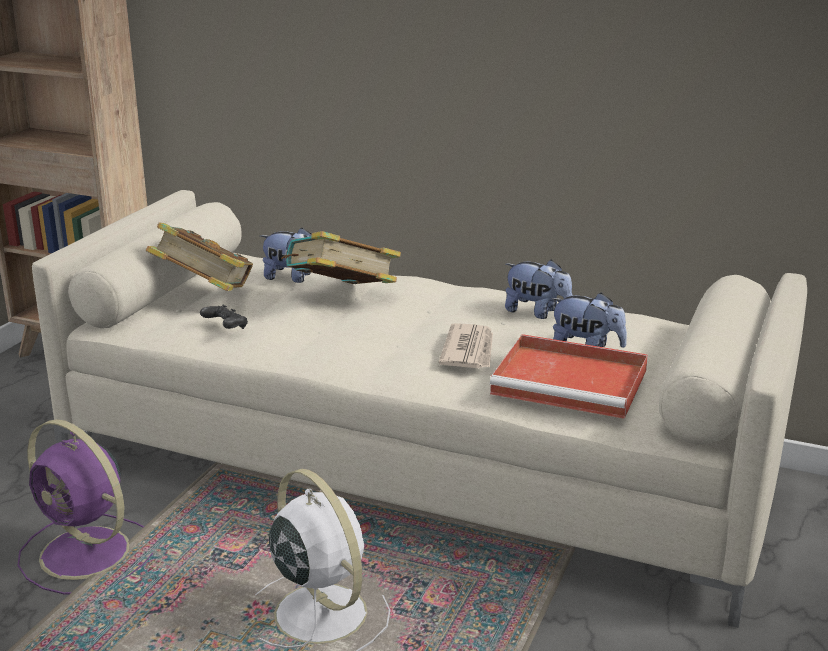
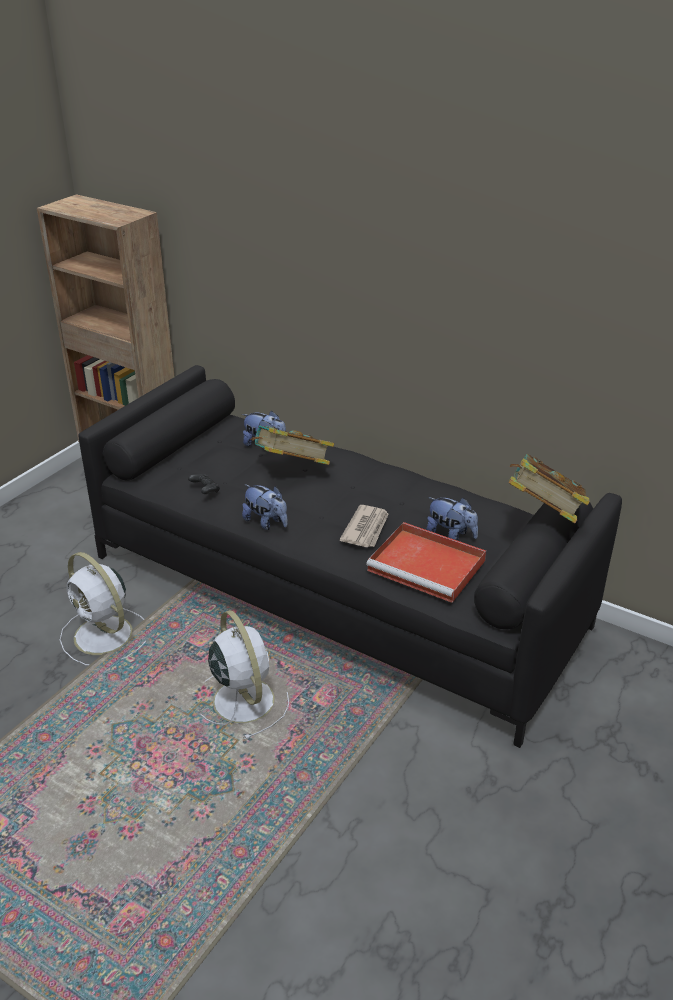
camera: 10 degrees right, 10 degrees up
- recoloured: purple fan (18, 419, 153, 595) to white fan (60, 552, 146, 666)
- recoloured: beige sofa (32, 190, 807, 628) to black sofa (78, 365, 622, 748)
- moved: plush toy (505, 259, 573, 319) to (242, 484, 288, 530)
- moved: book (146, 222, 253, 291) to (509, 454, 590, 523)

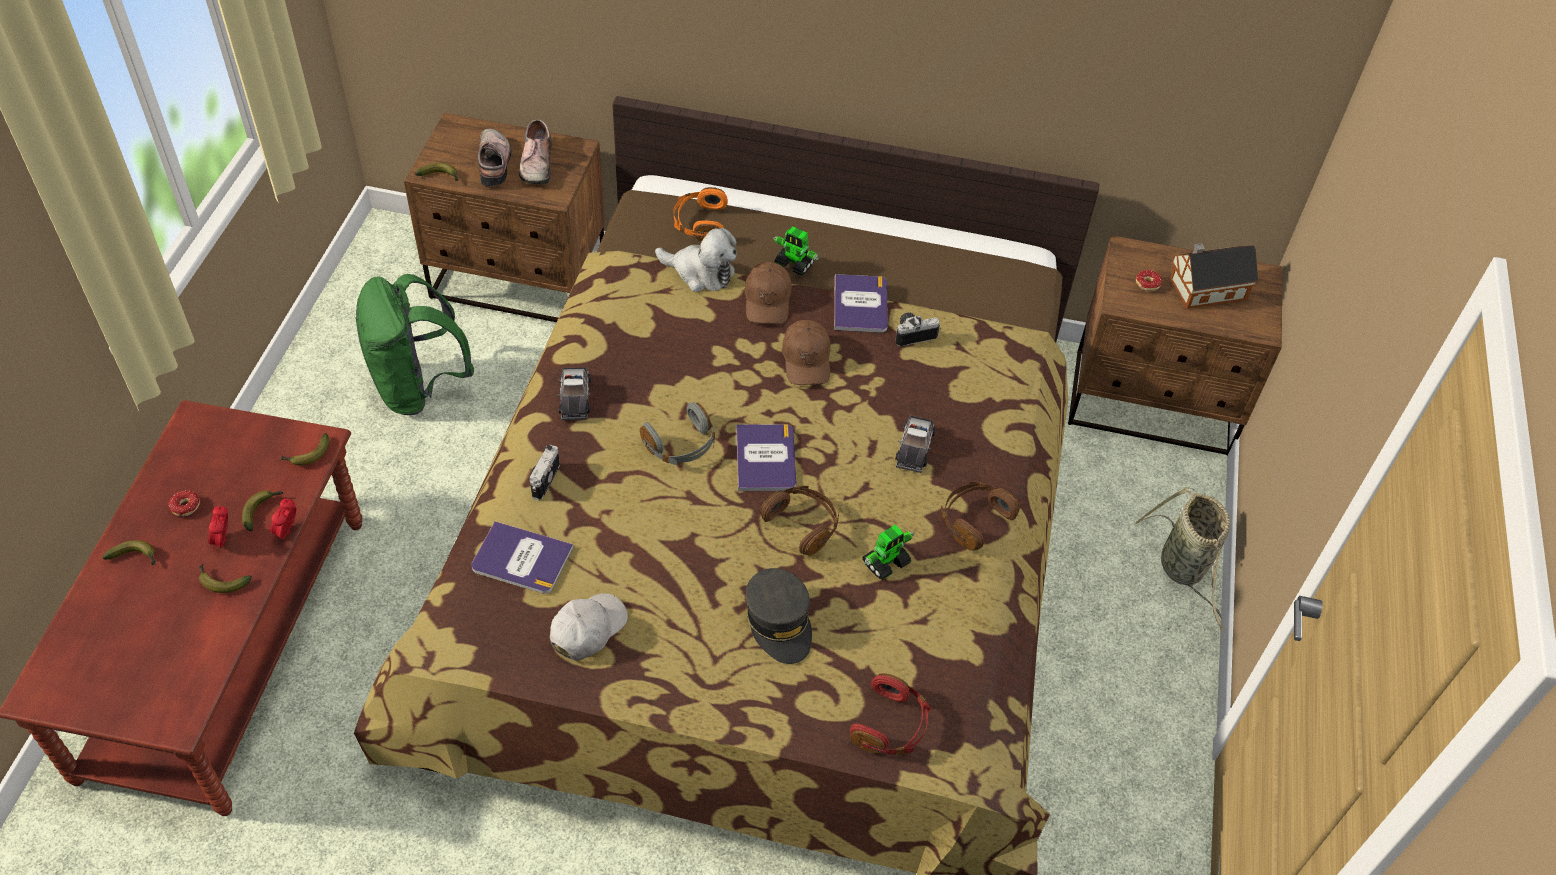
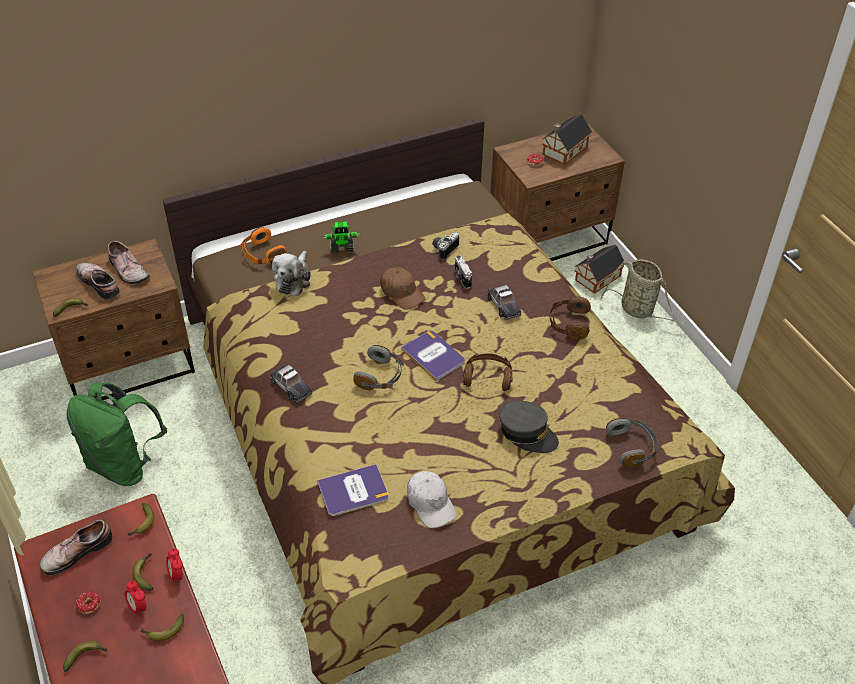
camera: 35 degrees left, 5 degrees down
- added: shoe (40, 520, 112, 575)
- turned: plush toy (655, 228, 737, 292) = (272, 251, 311, 296) 120 degrees clockwise
- turned: white cap (550, 593, 628, 660) = (407, 471, 456, 528) 150 degrees clockwise
- moved: photo camera (529, 445, 560, 501) to (455, 255, 472, 289)
- added: toy house (574, 245, 625, 294)
- recoloured: red headphones (850, 673, 931, 755) to grey headphones (606, 417, 659, 468)
- removed: brown cap (744, 262, 792, 324)
- removed: book (834, 274, 888, 333)
- removed: toy robot (862, 525, 914, 580)

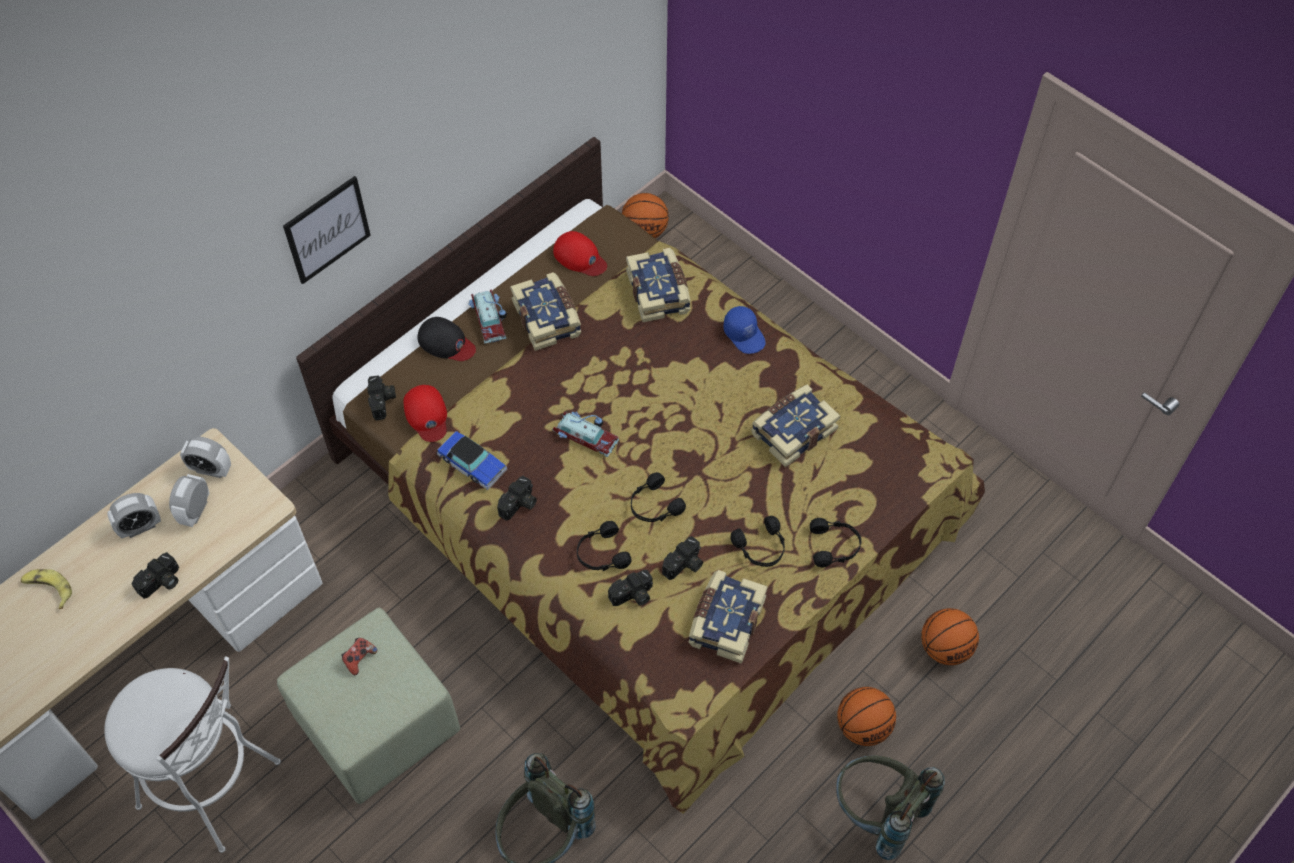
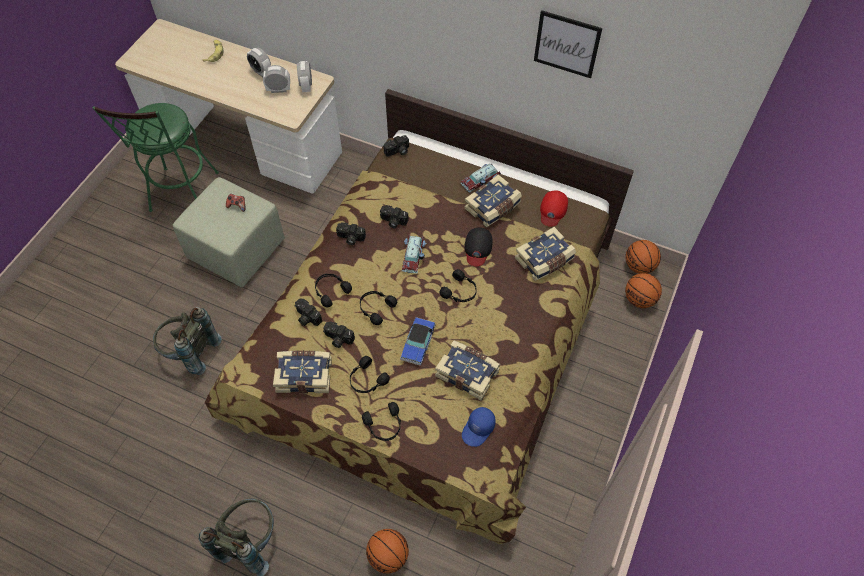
camera: 70 degrees right, 0 degrees up
- recoloured: white stool (104, 656, 281, 853) to green stool (93, 103, 219, 212)
- moved: photo camera (132, 552, 179, 599) to (380, 205, 409, 228)
- moved: toy car (437, 431, 507, 490) to (400, 317, 435, 366)
- added: black headphones (439, 269, 477, 302)
- moved: blue cap (723, 306, 766, 354) to (462, 407, 496, 447)
- moved: black cap (417, 317, 476, 361) to (464, 227, 492, 266)
- moved: picture (283, 176, 371, 284) to (534, 10, 602, 78)
- moved: basketball (837, 687, 896, 746) to (625, 273, 662, 308)
- removed: red cap (404, 385, 447, 442)

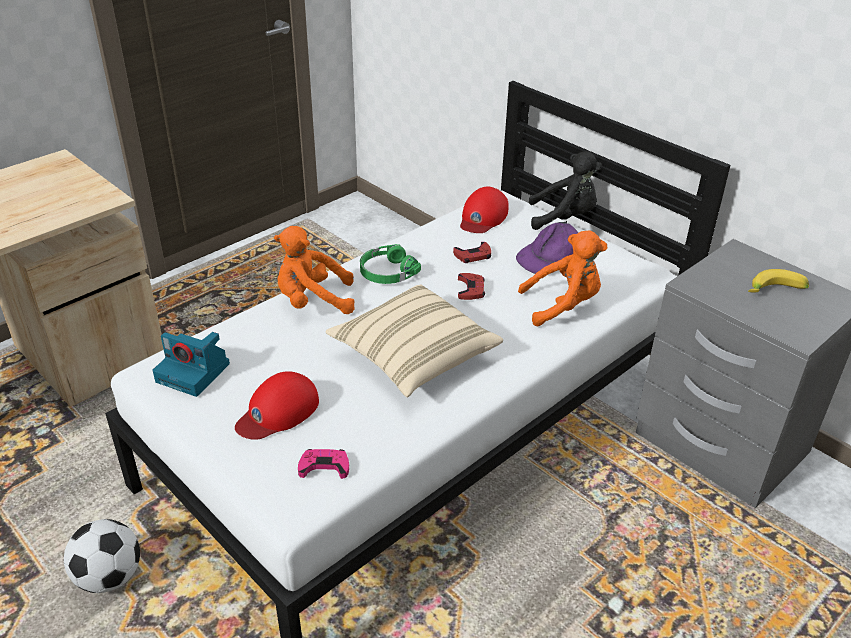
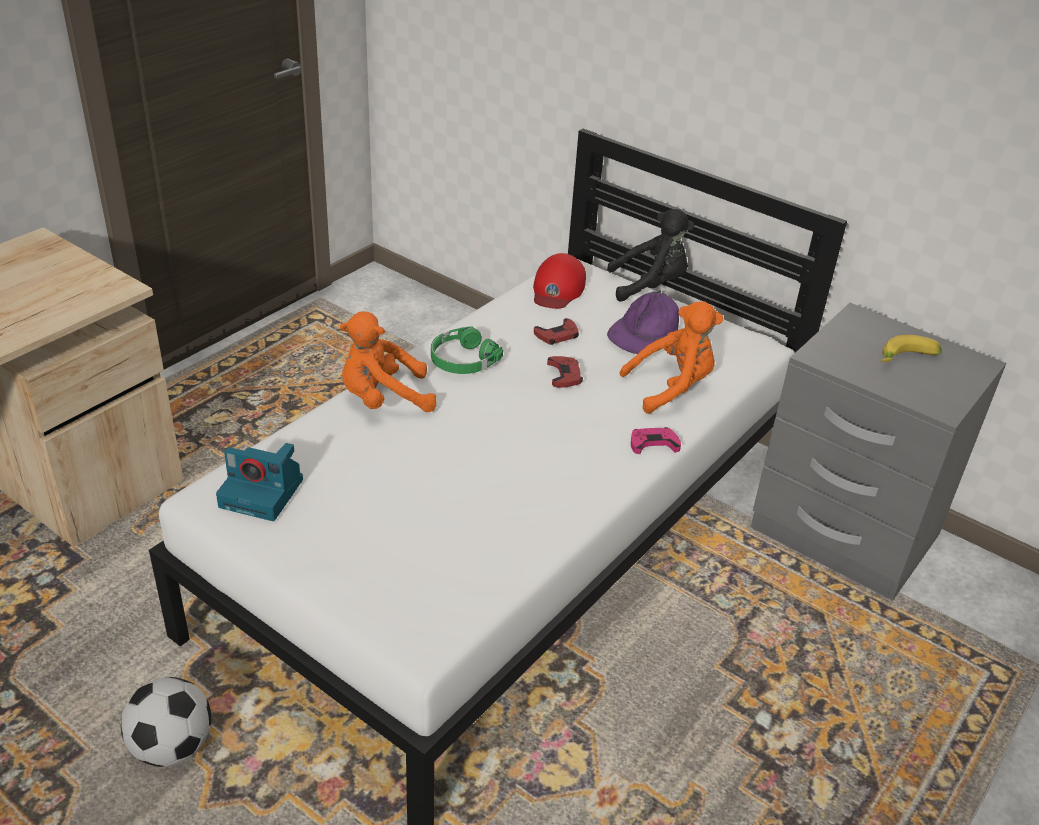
camera: 10 degrees left, 0 degrees up
- moved: pink game controller (298, 449, 349, 479) to (631, 427, 681, 454)
- removed: red cap (235, 371, 319, 440)
- removed: beige pillow (325, 284, 503, 397)

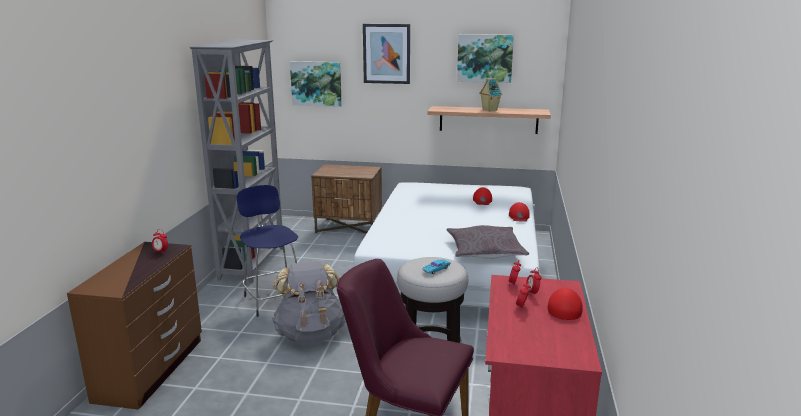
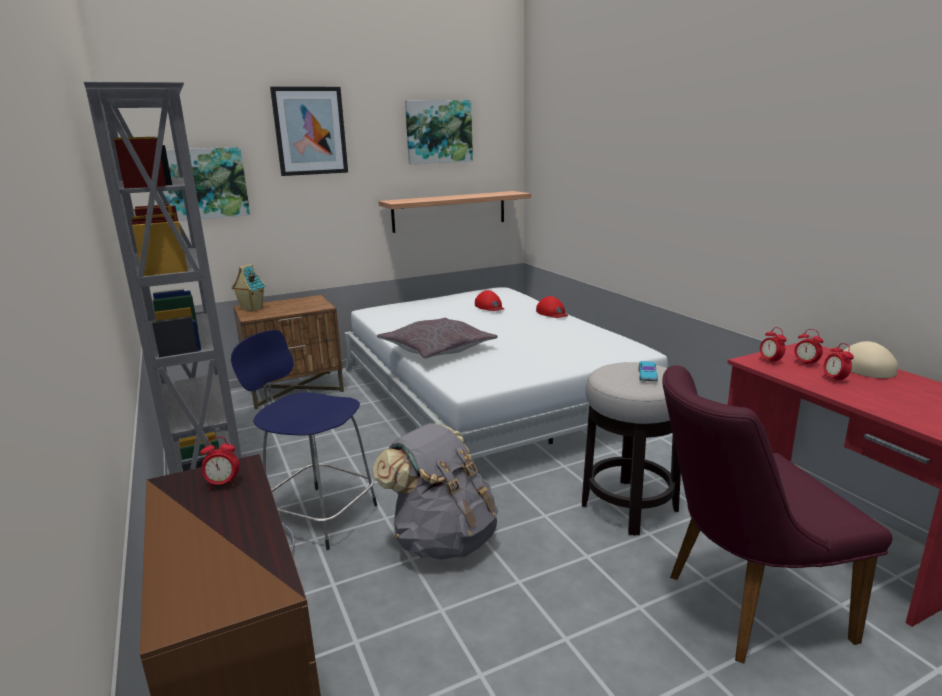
camera: 35 degrees left, 0 degrees up
- moved: toy house (479, 78, 502, 111) to (232, 264, 266, 312)
- moved: grey pillow (447, 225, 529, 259) to (377, 318, 498, 359)
- recoloured: red cap (547, 288, 583, 320) to beige cap (828, 341, 898, 378)

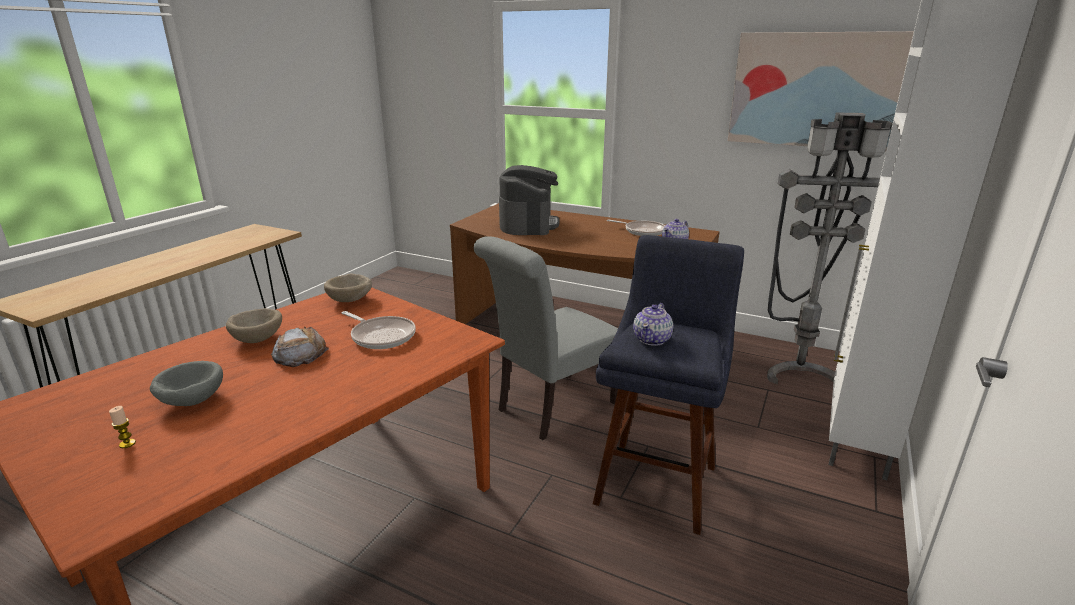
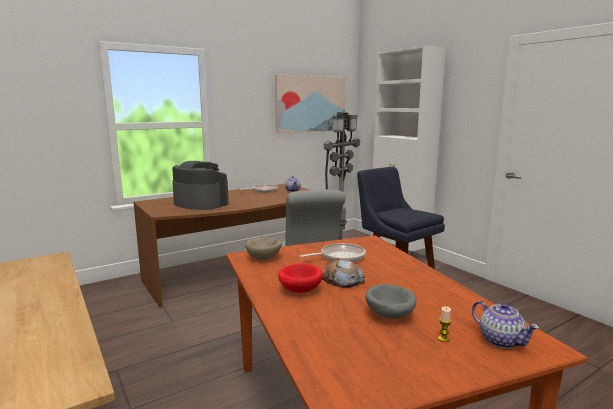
camera: 60 degrees left, 10 degrees down
- recoloured: beige bowl (226, 308, 282, 343) to red bowl (278, 263, 323, 293)
- moved: teapot (633, 303, 673, 346) to (472, 301, 539, 349)

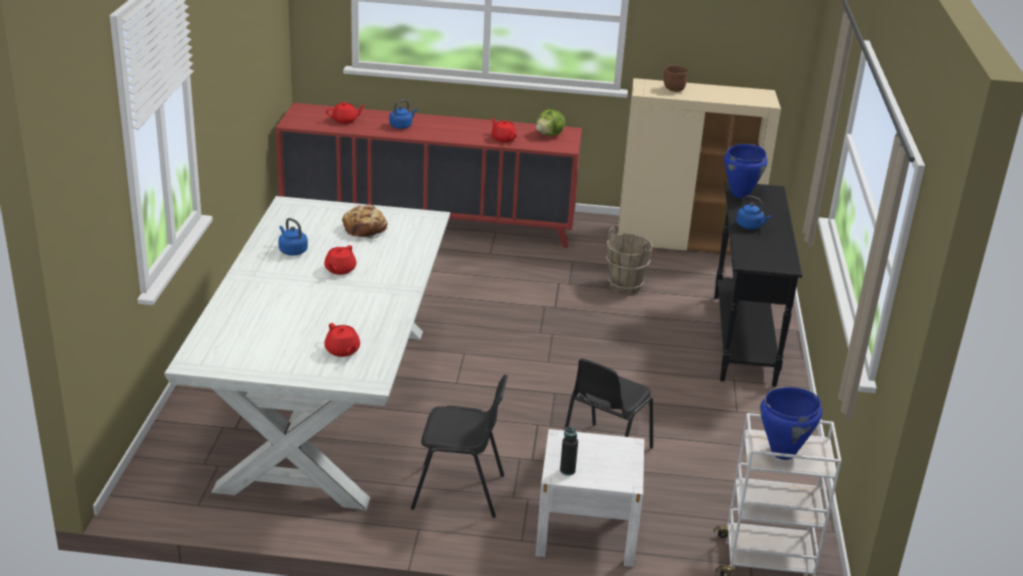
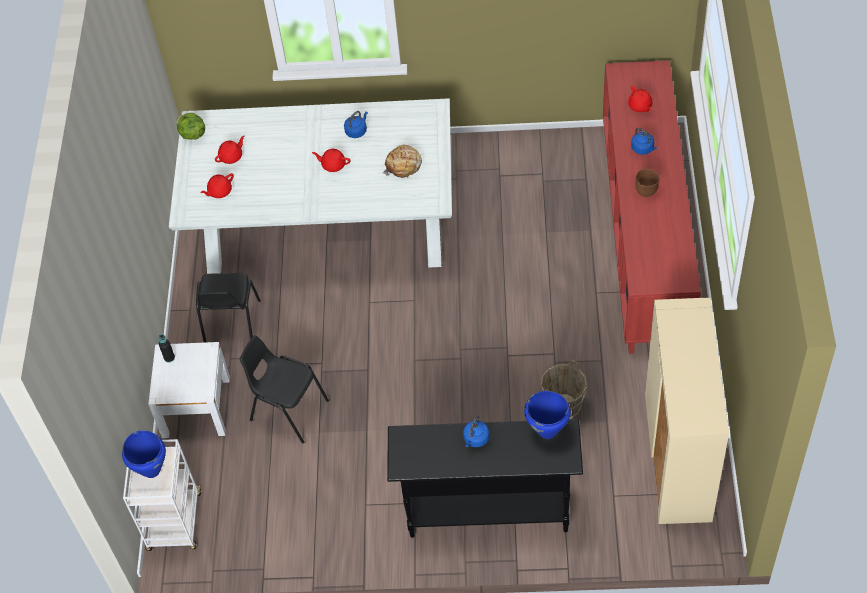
camera: 90 degrees right, 25 degrees up
- moved: lettuce (536, 109, 565, 136) to (176, 113, 205, 140)
- moved: red teapot (491, 118, 517, 142) to (215, 136, 244, 164)
- moved: brown bowl (664, 65, 688, 92) to (636, 169, 659, 197)

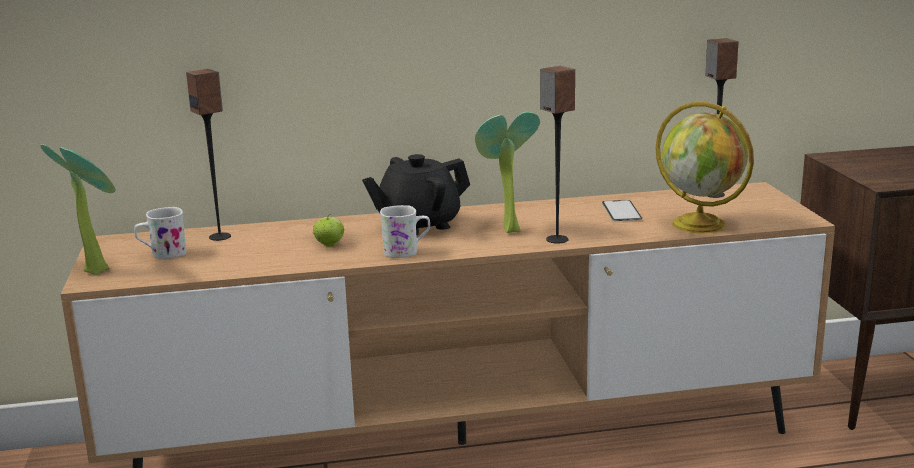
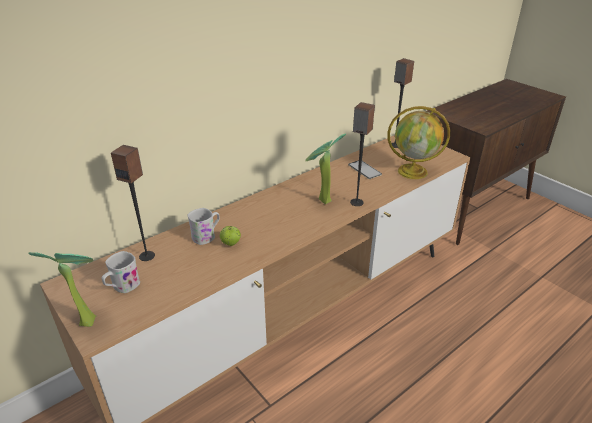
camera: 30 degrees left, 15 degrees up
- moved: white mug (380, 205, 430, 258) to (188, 208, 220, 245)
- removed: black teapot (362, 154, 470, 235)

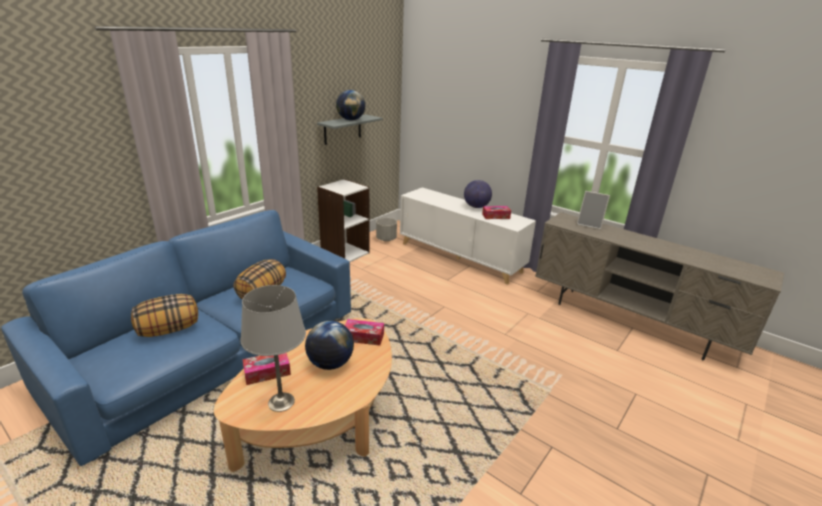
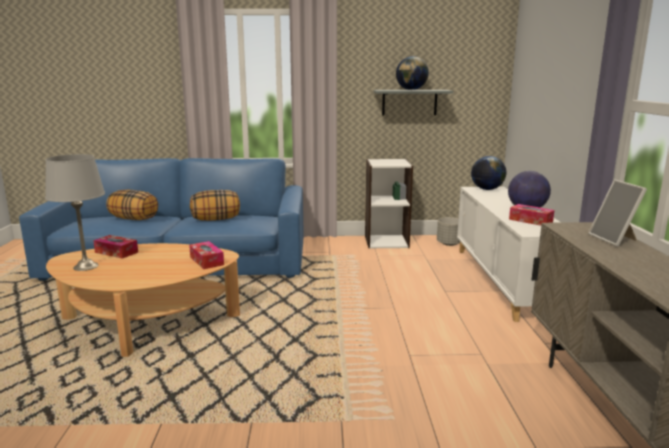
camera: 50 degrees right, 10 degrees down
- moved: globe (305, 321, 354, 370) to (471, 156, 506, 190)

